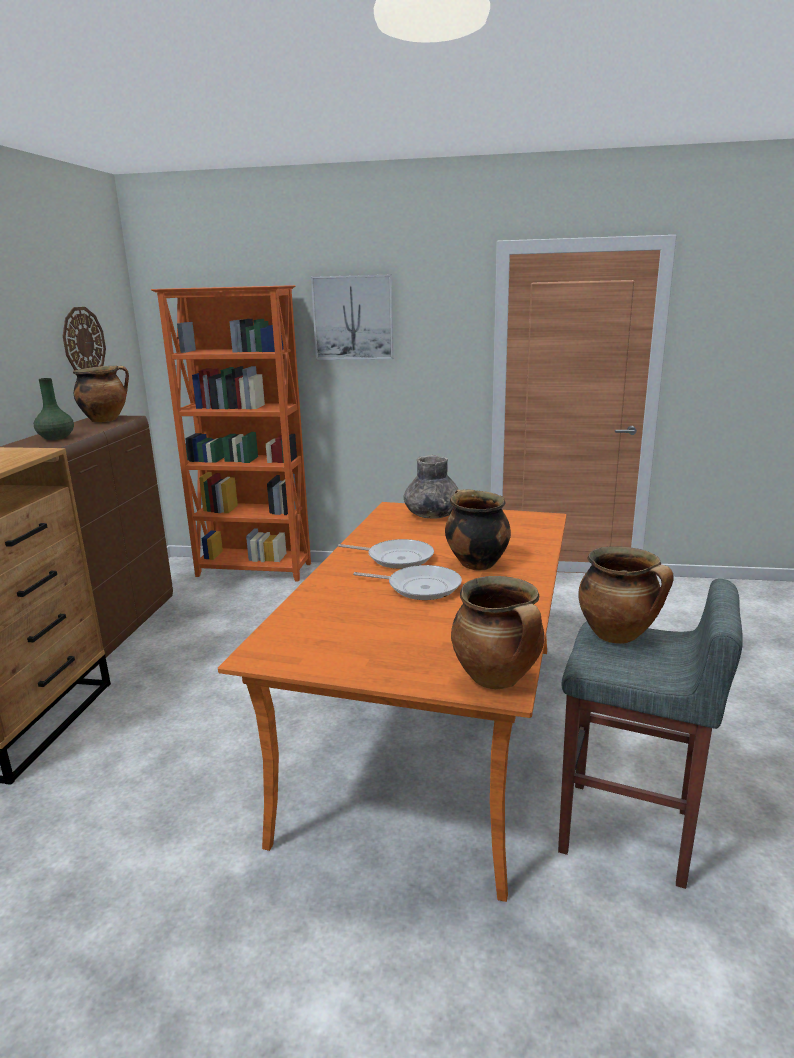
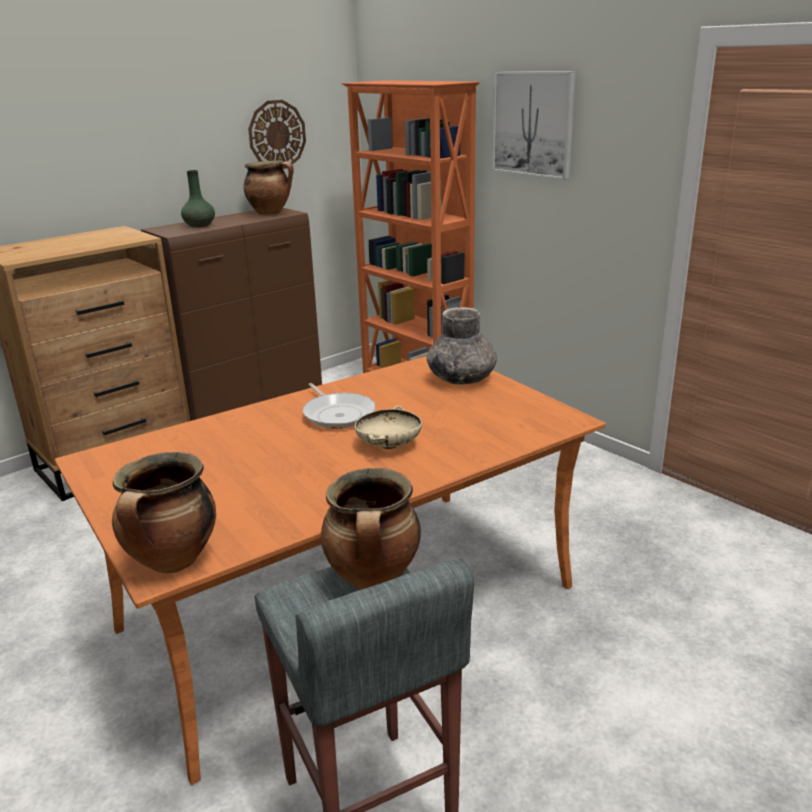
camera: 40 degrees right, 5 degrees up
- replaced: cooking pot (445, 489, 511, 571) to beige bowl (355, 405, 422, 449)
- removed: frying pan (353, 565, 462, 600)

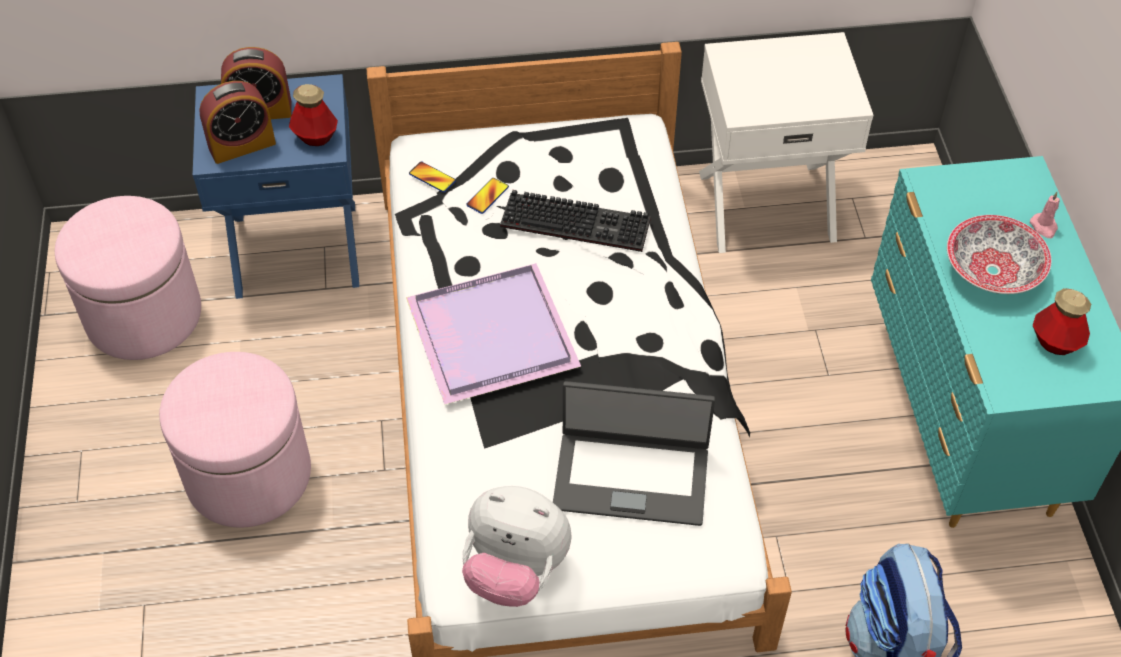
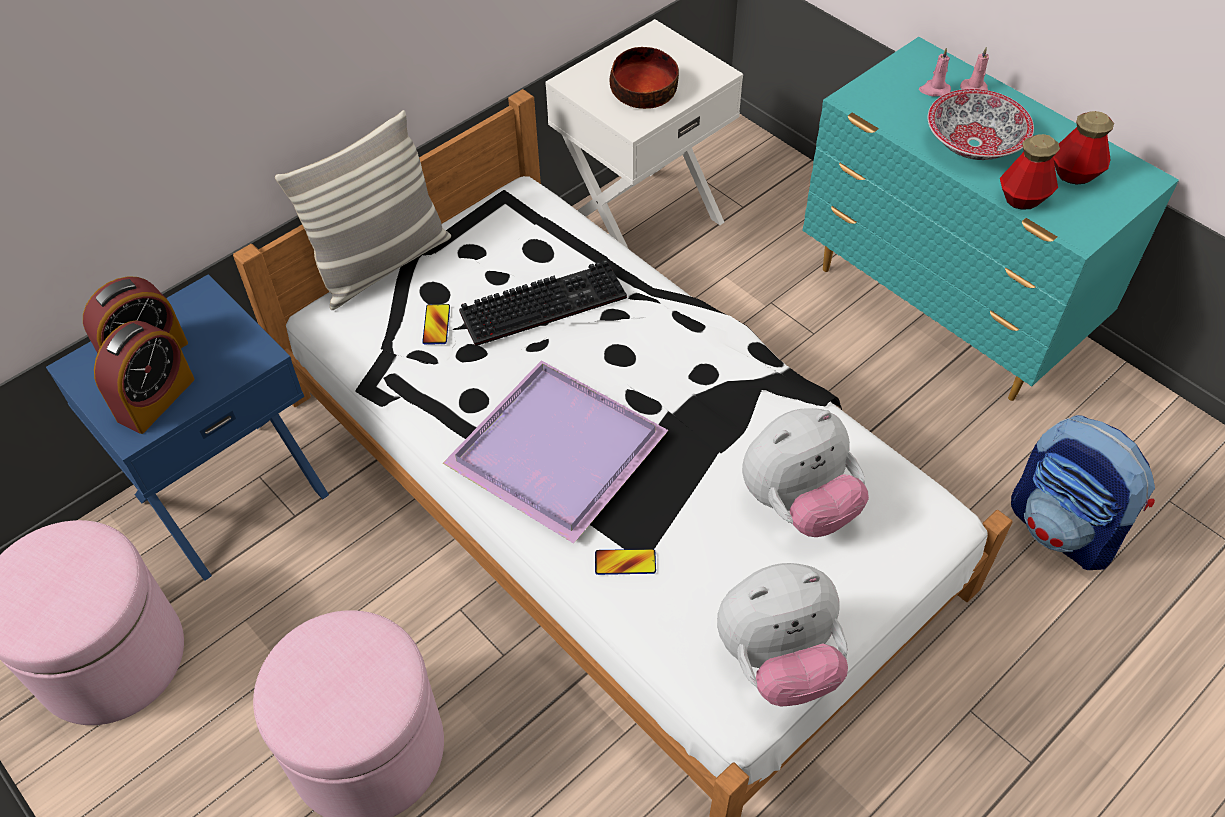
camera: 35 degrees left, 0 degrees up
- added: pillow (275, 110, 451, 310)
- moved: phone (409, 161, 456, 192) to (595, 549, 656, 575)
- added: bowl (610, 47, 679, 109)
- replaced: laptop (553, 381, 715, 526) to plush toy (742, 408, 869, 537)
- added: pink candle (919, 48, 951, 97)
- moved: bottle (289, 84, 338, 146) to (1000, 134, 1060, 210)

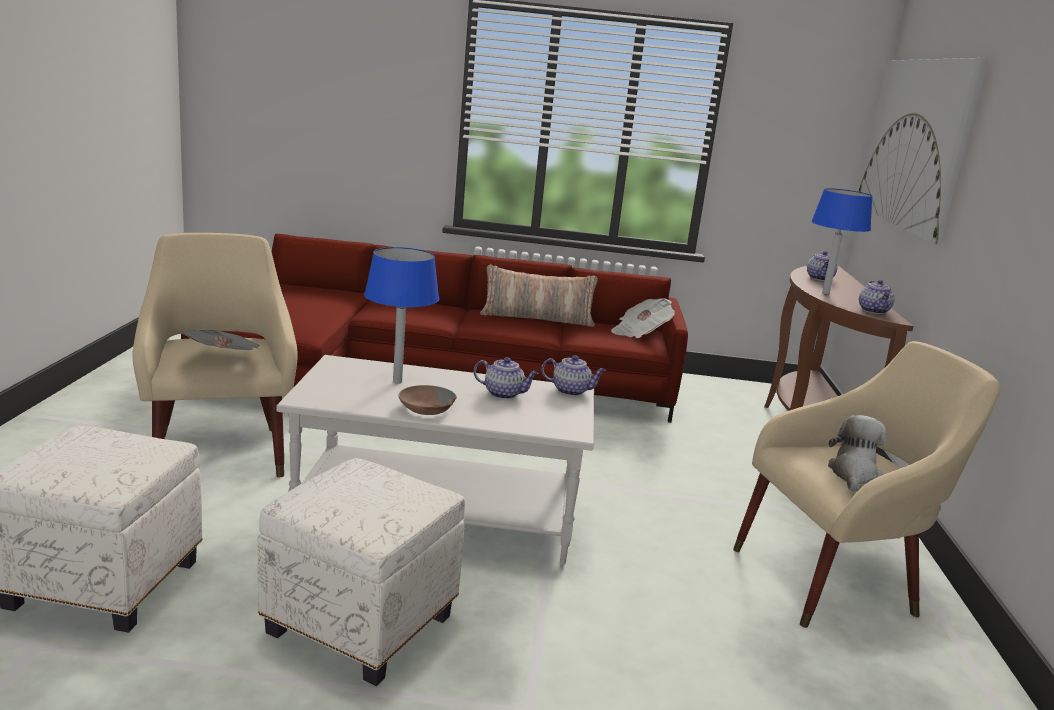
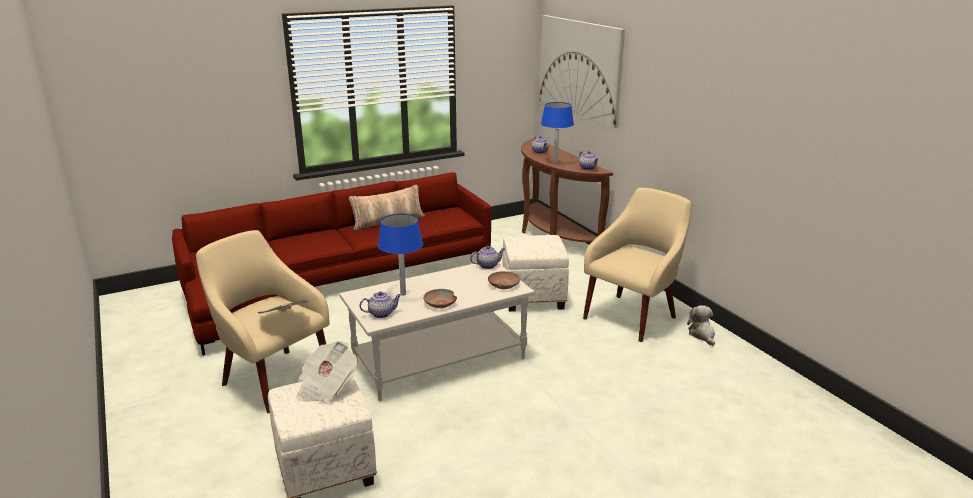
camera: 30 degrees left, 5 degrees up
- moved: newspaper (611, 298, 675, 338) to (296, 341, 357, 402)
- moved: teapot (473, 357, 538, 399) to (359, 291, 401, 318)
- added: brown bowl (488, 271, 520, 289)
- moved: white ottoman (257, 458, 465, 686) to (502, 235, 569, 311)
- moved: plush toy (828, 415, 887, 492) to (687, 305, 715, 346)

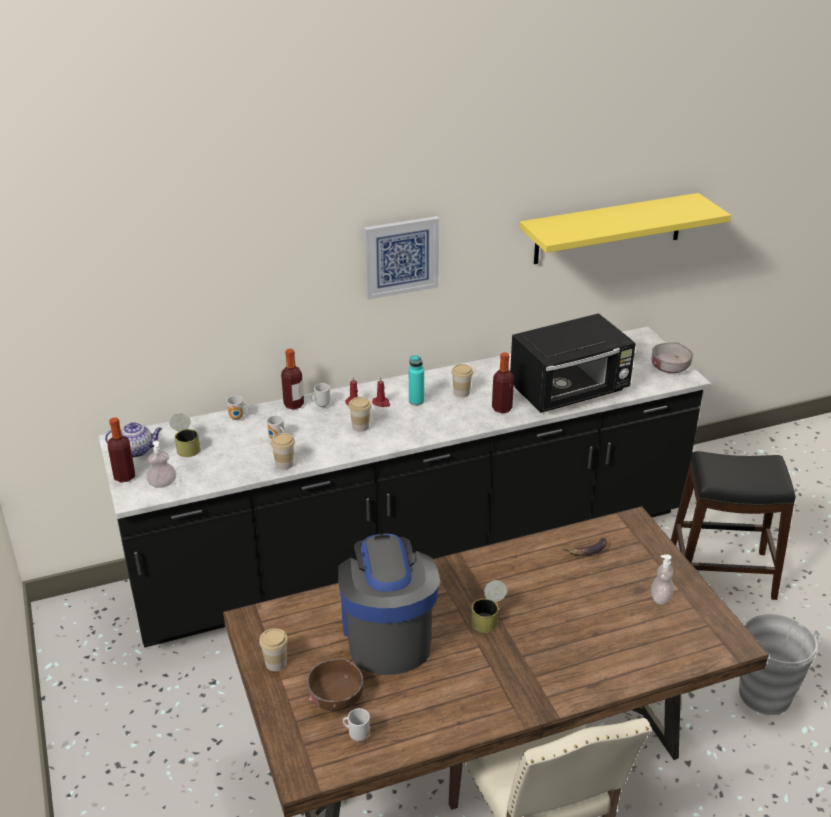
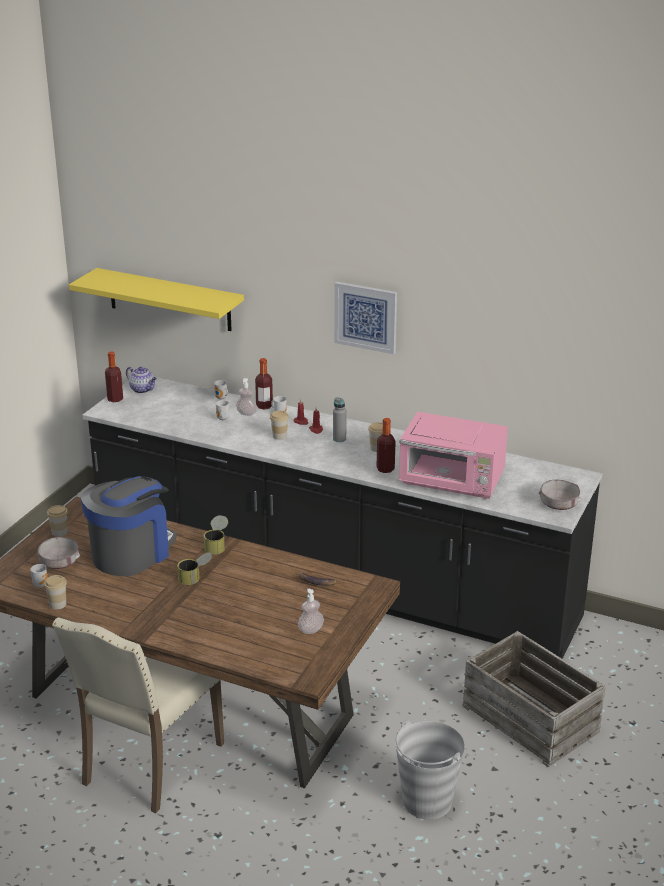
camera: 45 degrees right, 5 degrees down
- recoloured: brown bowl (307, 658, 363, 711) to grey bowl (37, 537, 80, 569)
- moved: cup (271, 433, 295, 470) to (44, 575, 67, 610)
- moved: yellow shelf (519, 193, 731, 264) to (69, 268, 244, 331)
- moved: can (169, 414, 201, 457) to (203, 515, 228, 554)
- moved: soap dispenser (146, 441, 176, 488) to (236, 378, 257, 416)
- recoloured: turquoise bottle (409, 355, 424, 405) to grey bottle (333, 397, 347, 442)
- recoloured: black microwave (510, 313, 636, 413) to pink microwave (399, 412, 508, 499)
- replaced: black stool (671, 451, 796, 600) to crate (462, 631, 606, 767)

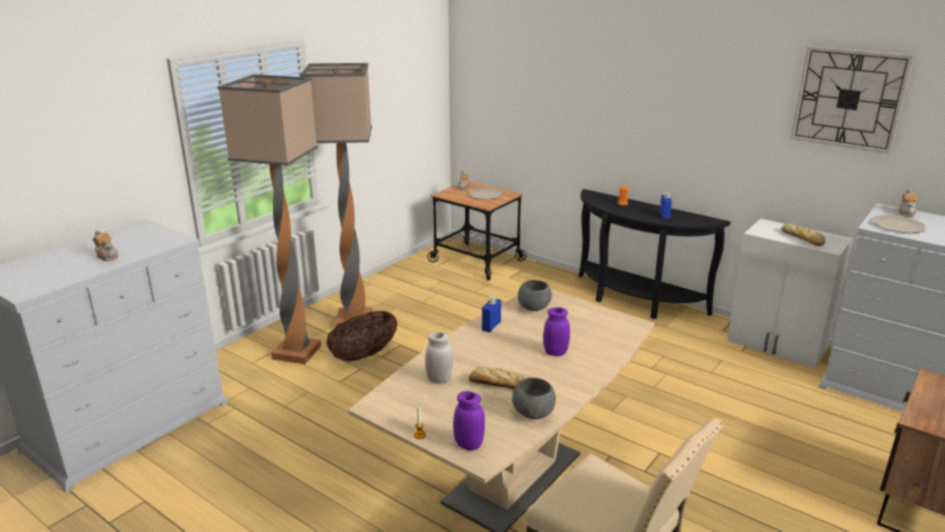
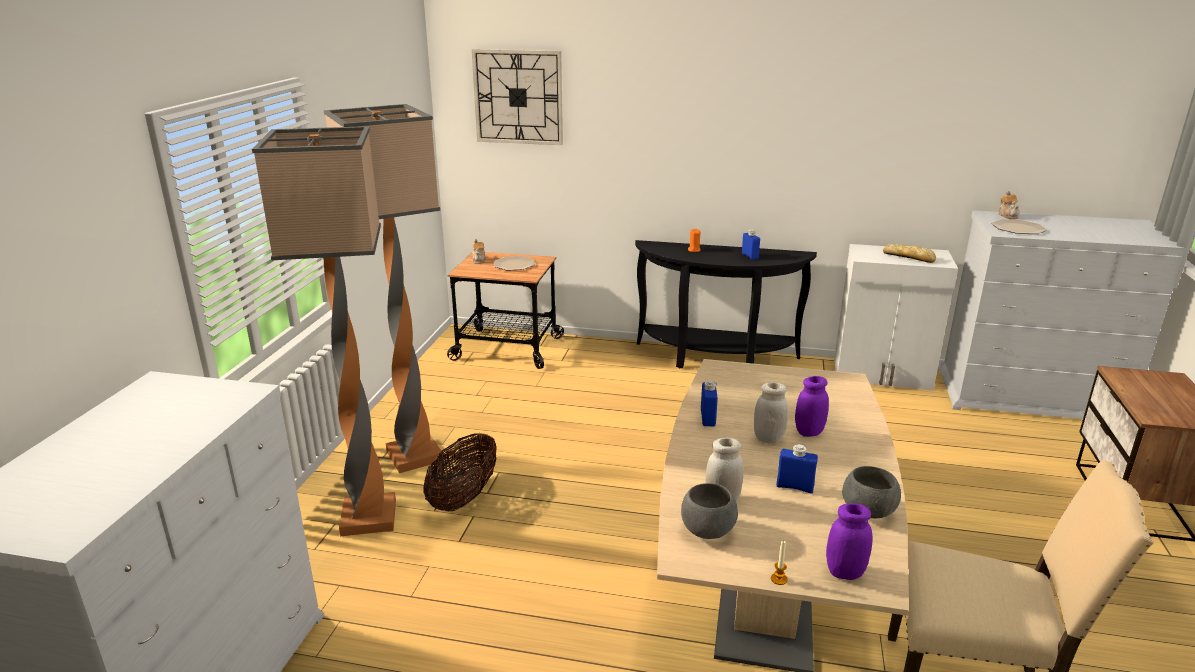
camera: 25 degrees left, 0 degrees up
- moved: wall clock (790, 46, 914, 154) to (472, 49, 563, 145)
- moved: grey bowl (518, 280, 552, 311) to (681, 483, 738, 539)
- added: white jar (754, 382, 788, 443)
- replaced: bread (468, 367, 530, 389) to blue bottle (776, 444, 818, 494)
- removed: teapot (92, 230, 118, 261)

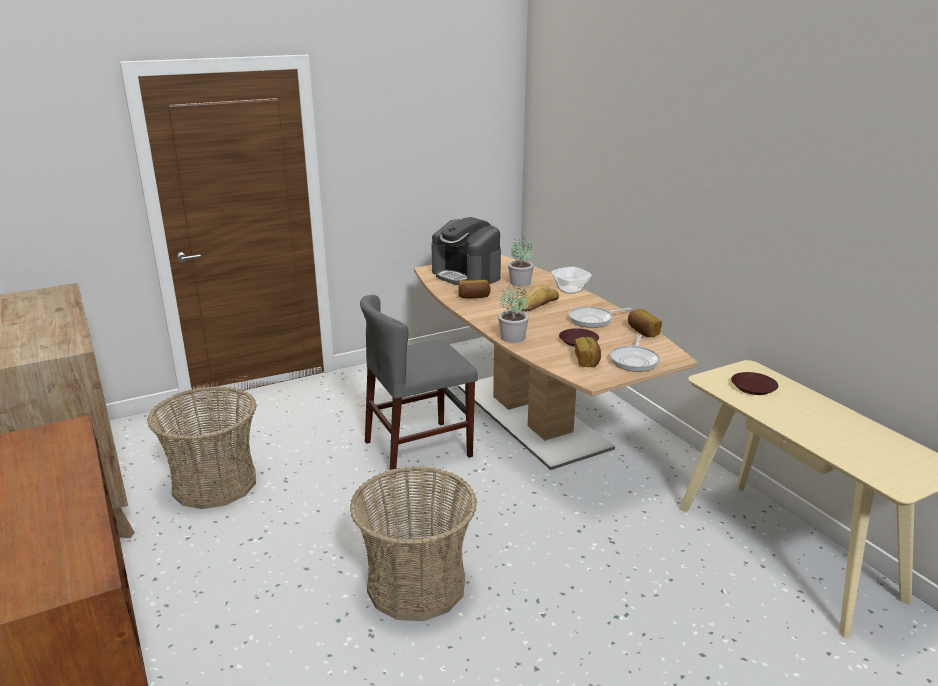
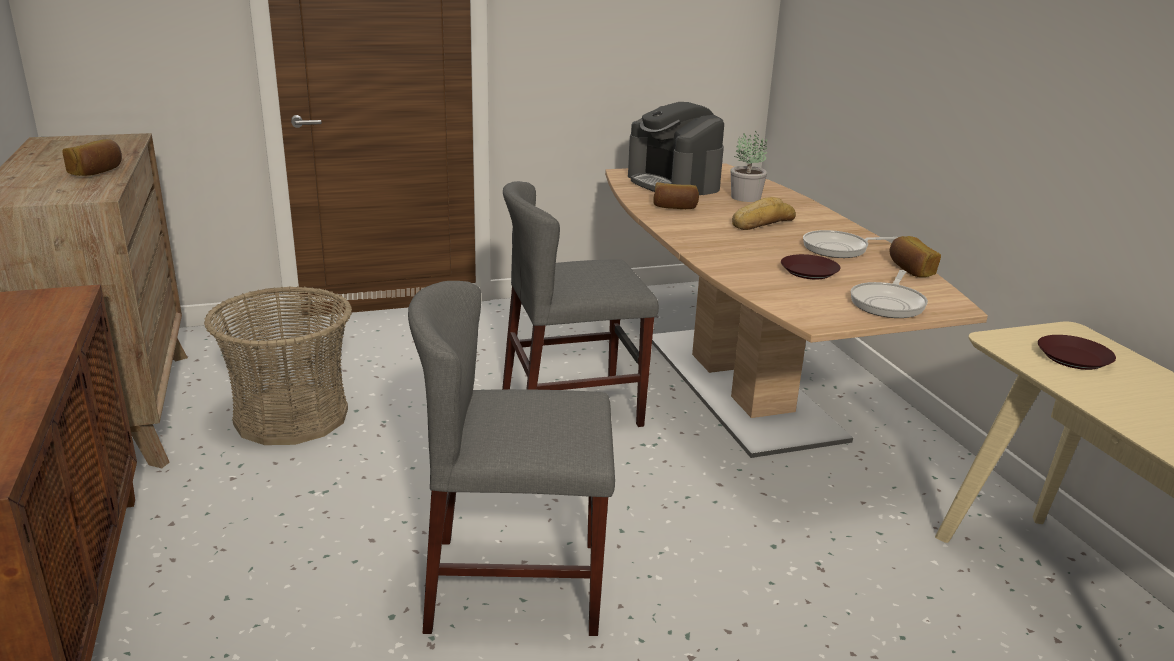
camera: 10 degrees right, 0 degrees up
- moved: bread (575, 337, 601, 367) to (62, 139, 122, 176)
- replaced: basket (350, 466, 477, 621) to grey chair (408, 281, 615, 636)
- removed: potted plant (498, 285, 529, 343)
- removed: bowl (551, 267, 592, 294)

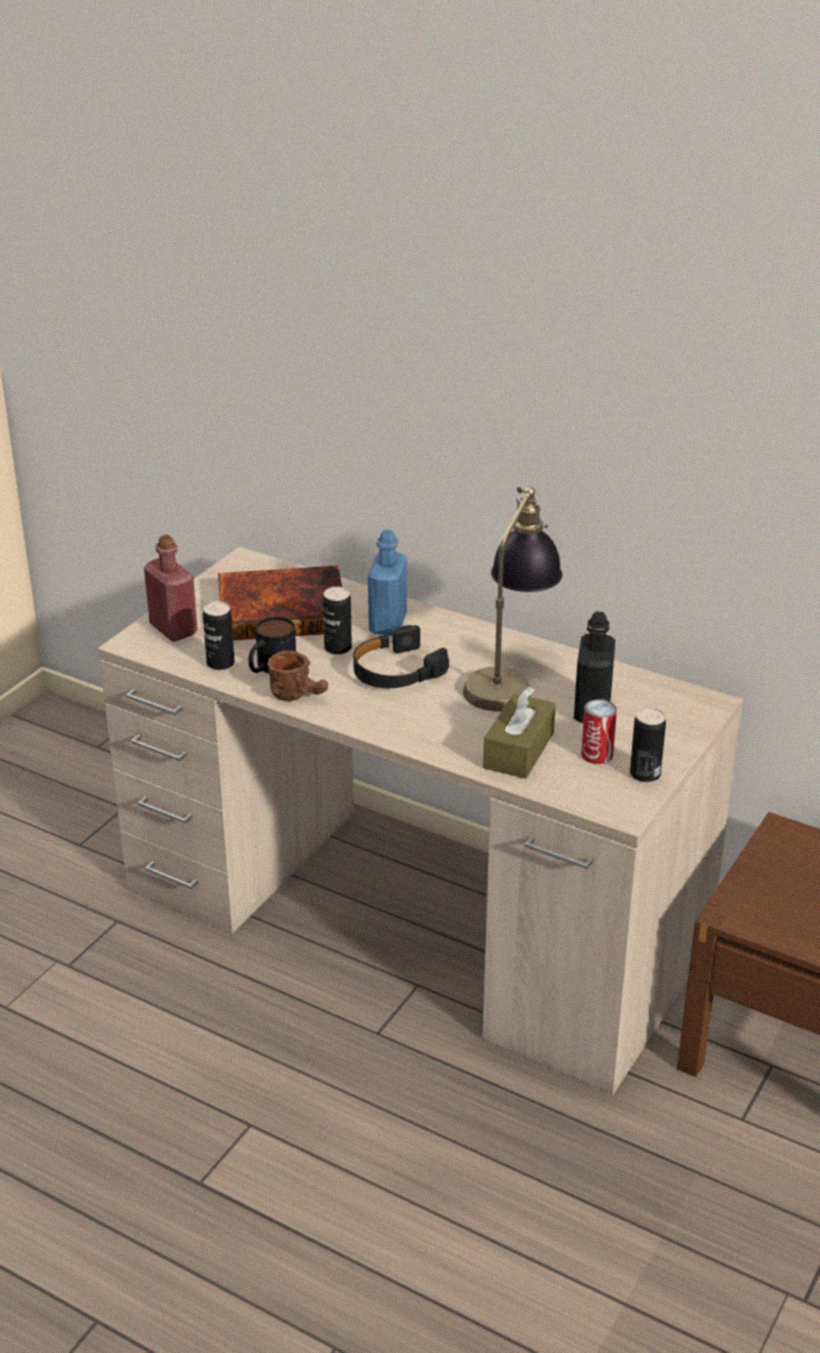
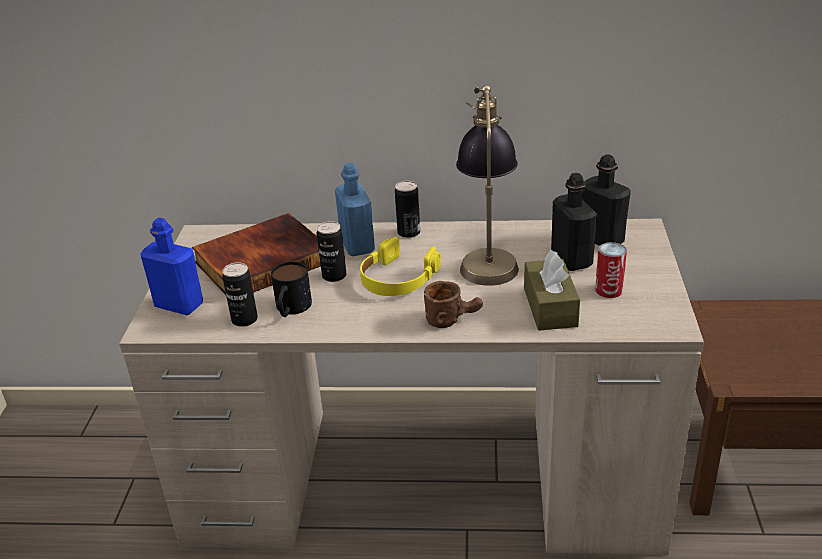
camera: 25 degrees left, 0 degrees up
- recoloured: red bottle (144, 535, 198, 642) to blue bottle (140, 218, 203, 315)
- recoloured: black headphones (353, 625, 449, 688) to yellow headphones (360, 237, 441, 296)
- moved: can (630, 707, 666, 782) to (395, 181, 420, 238)
- moved: brown mug (268, 651, 328, 701) to (424, 281, 483, 328)
- added: black bottle (583, 154, 631, 246)

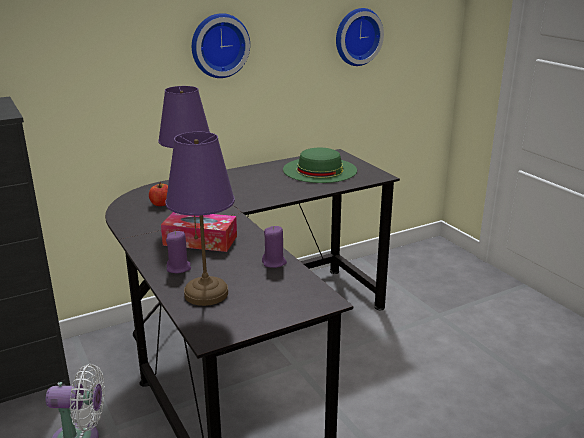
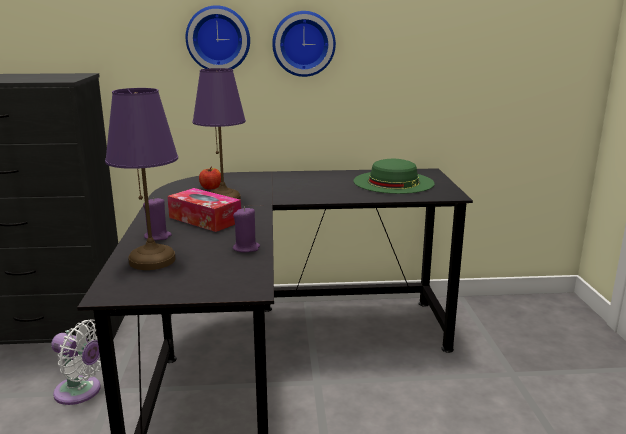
camera: 25 degrees right, 5 degrees down
- moved: wall clock (336, 8, 384, 66) to (186, 5, 250, 69)

